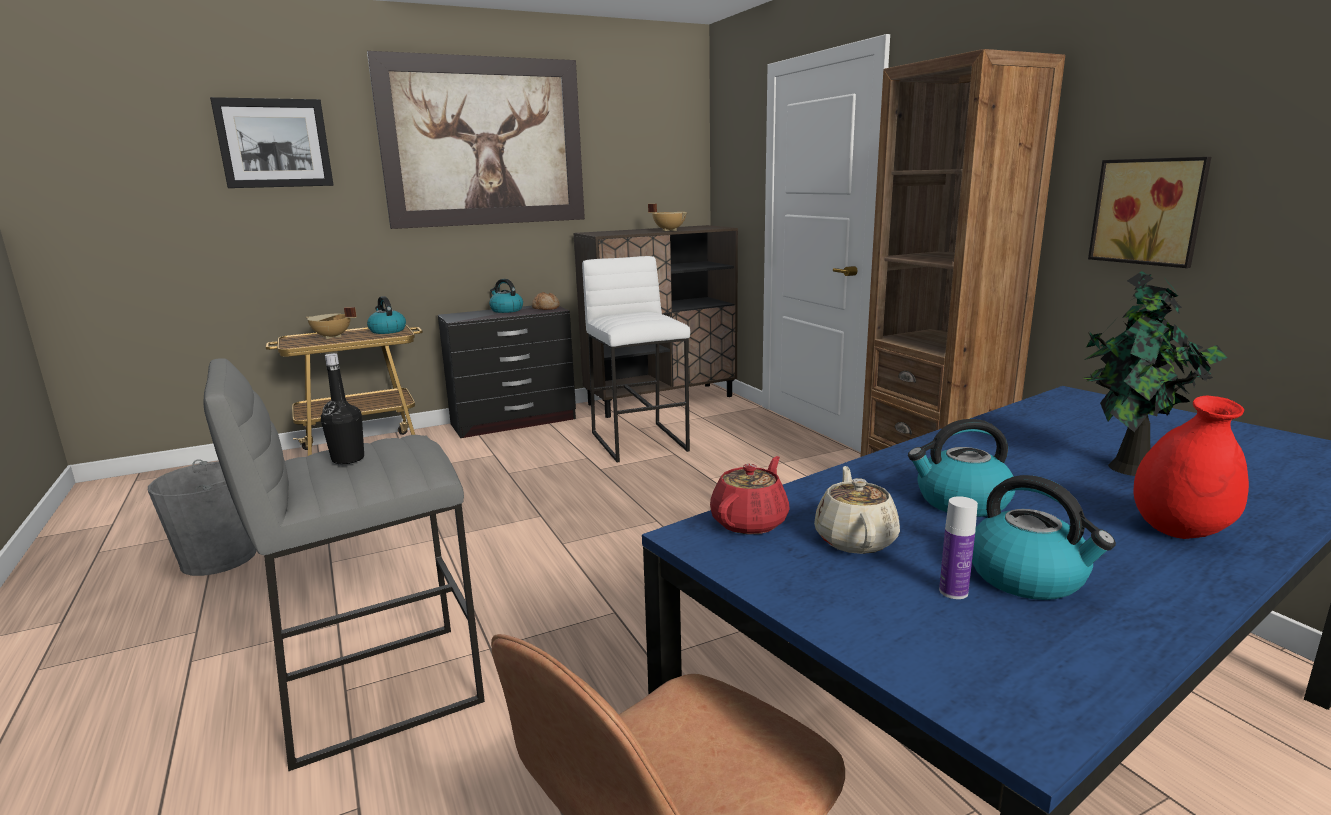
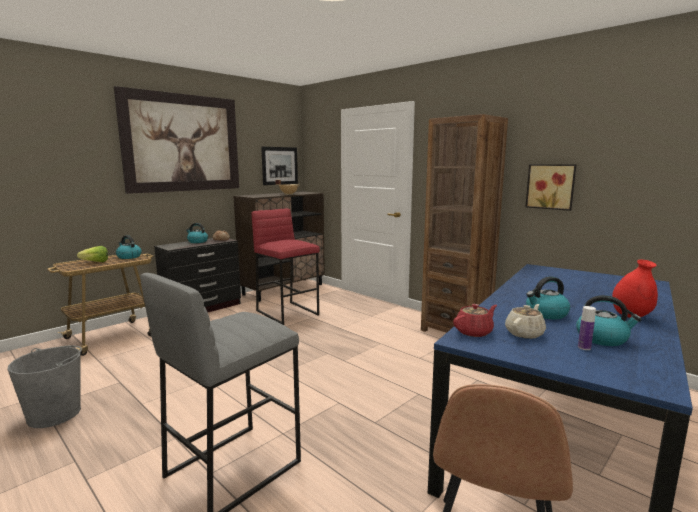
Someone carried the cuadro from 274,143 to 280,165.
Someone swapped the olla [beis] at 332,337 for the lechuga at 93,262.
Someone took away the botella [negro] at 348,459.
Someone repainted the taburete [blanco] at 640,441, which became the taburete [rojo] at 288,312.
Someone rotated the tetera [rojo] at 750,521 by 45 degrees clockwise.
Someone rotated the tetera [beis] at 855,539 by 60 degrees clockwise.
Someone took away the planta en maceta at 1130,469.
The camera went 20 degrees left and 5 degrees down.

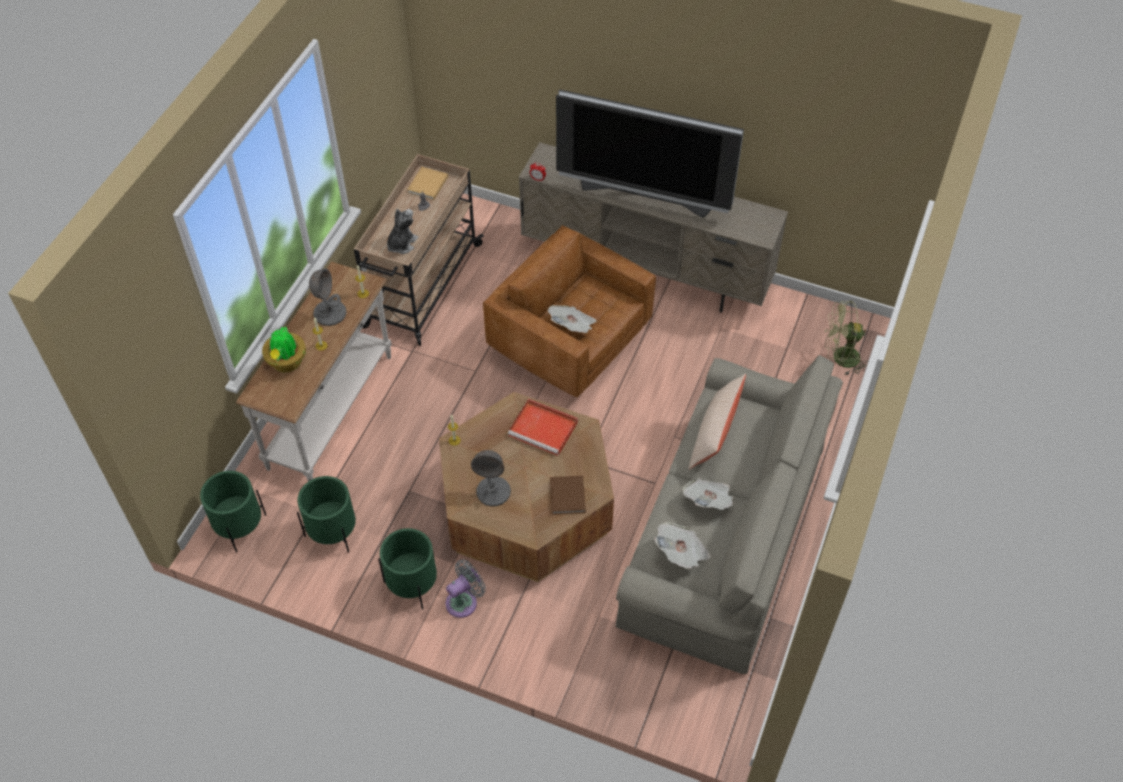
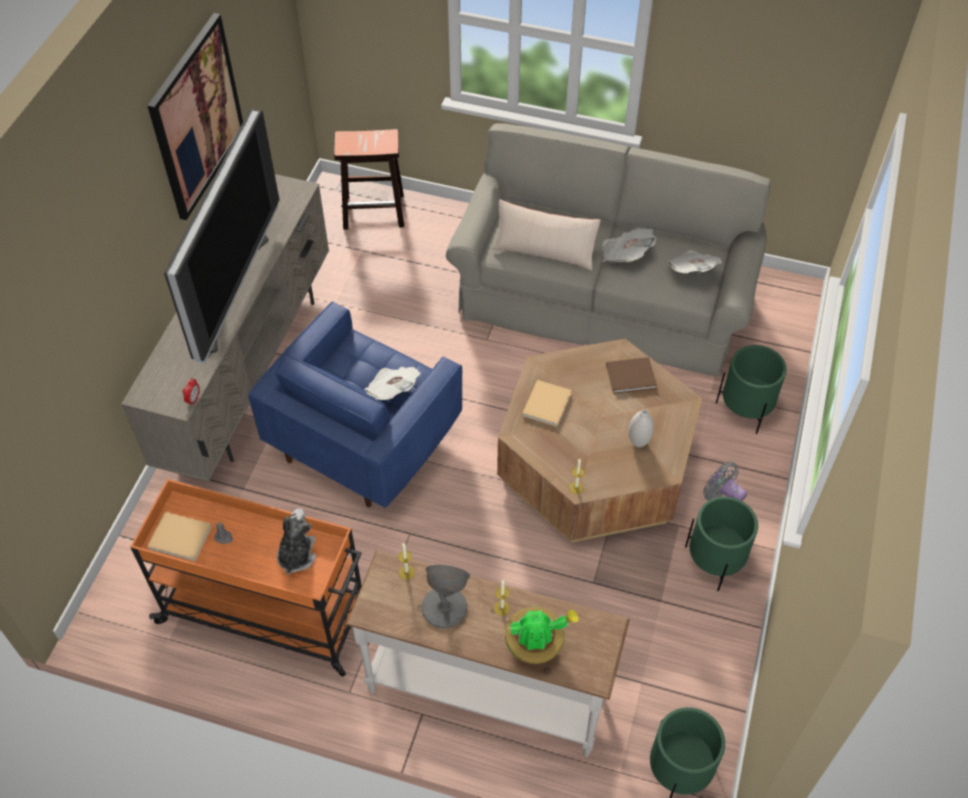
Someone carried the maceta [verde] from 333,533 to 745,409.
Someone repainted the carrito [beis] at 422,286, which became the carrito [naranja] at 268,612.
Someone rotated the peluche at 401,244 by 75 degrees clockwise.
Someone swapped the lámpara de mesa [gris] at 493,491 for the florero [blanco] at 638,442.
Someone repainted the sillón [marrón] at 569,344, which became the sillón [azul] at 363,439.
Someone swapped the bandeja [rojo] at 544,429 for the libro [beis] at 547,403.
Someone swapped the ventilador [verde] at 840,358 for the taburete [marrón] at 375,211.
Someone put up the cuadro at 196,117.
The camera went 95 degrees left and 0 degrees up.

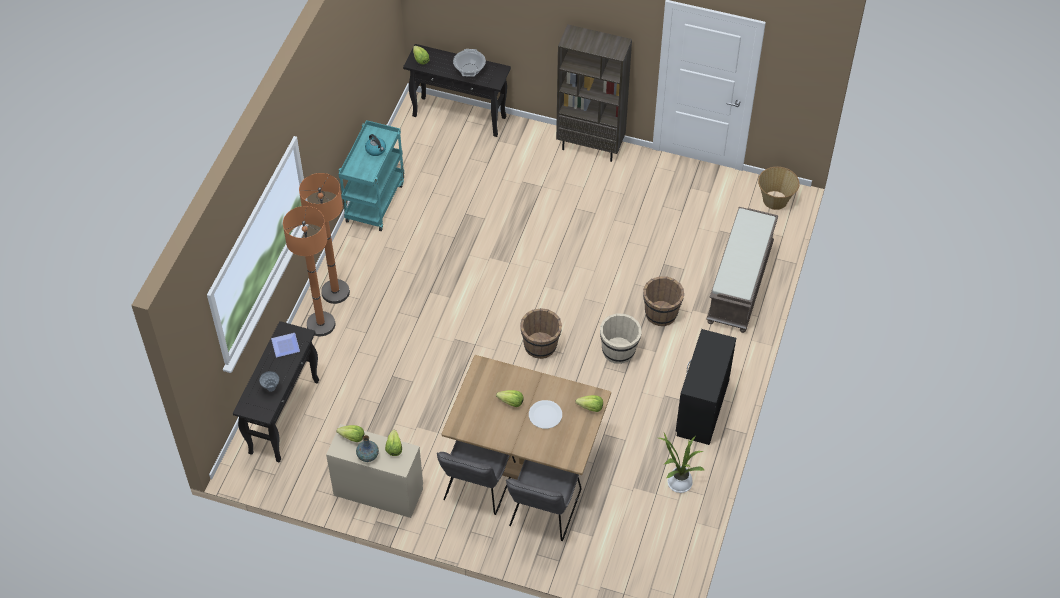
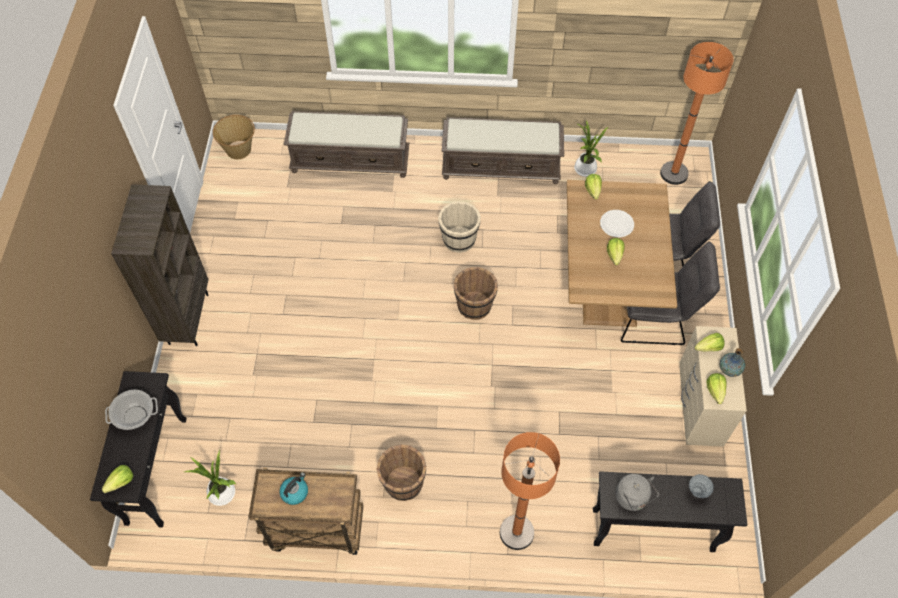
Someone swapped the plato at 284,345 for the hervidor [gris] at 633,498.
Someone carried the lámpara de pie [naranja] from 335,292 to 674,173.
Someone repainted the carrito [turquesa] at 374,201, which became the carrito [marrón] at 315,530.
Someone carried the cubo [marrón] from 661,313 to 403,483.
Someone swapped the cómoda [negro] at 701,408 for the banco [marrón] at 501,167.
Someone put down the planta en maceta at 222,495.
The camera went 105 degrees left and 5 degrees up.

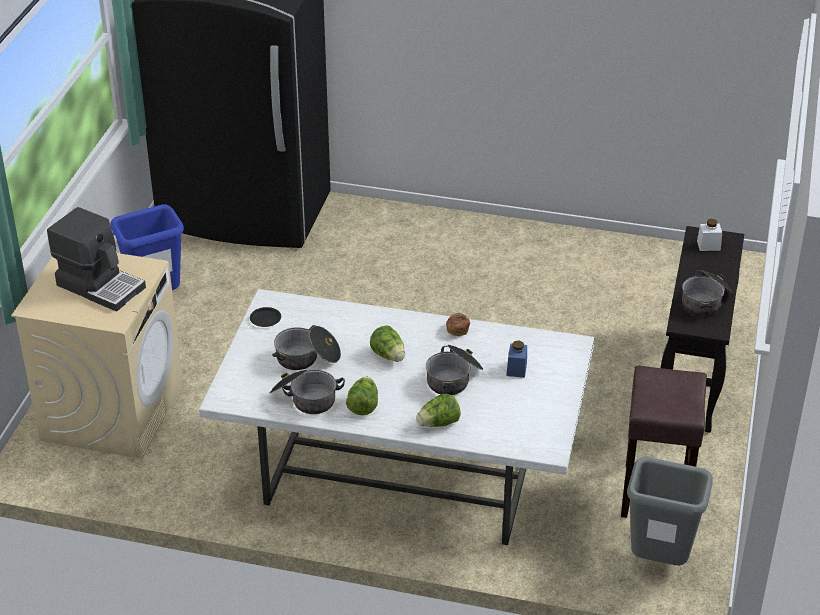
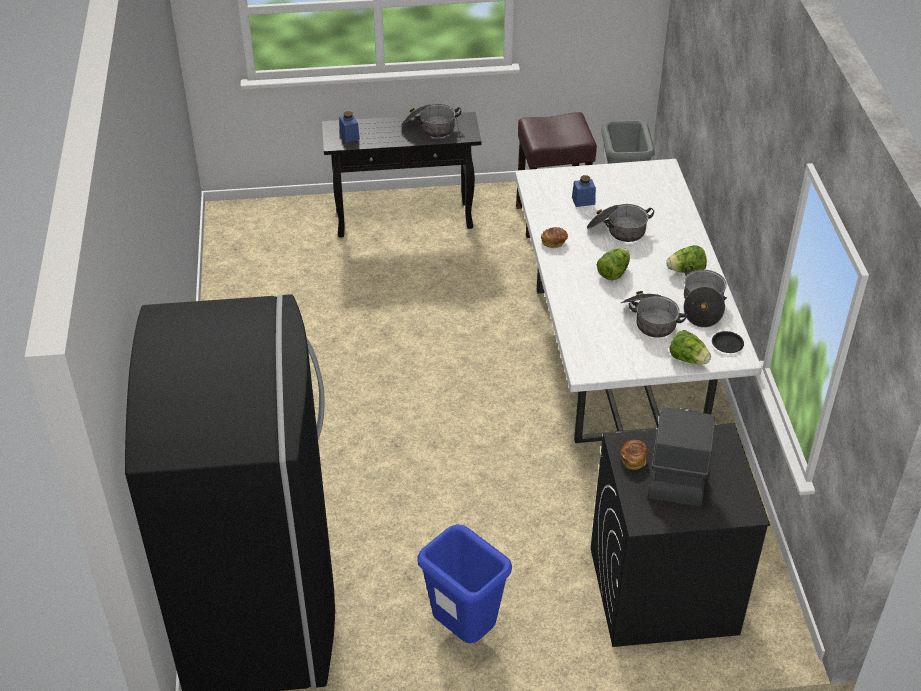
Someone repainted the lavadora [beis] at 112,411, which became the lavadora [negro] at 662,591.
Someone carried the plato [negro] from 265,319 to 727,344.
Someone carried the lechuga from 438,423 to 688,359.
Someone repainted the tarro [blanco] at 708,245, which became the tarro [azul] at 349,136.
Someone put down the pan at 633,459.
The camera went 110 degrees left and 5 degrees up.

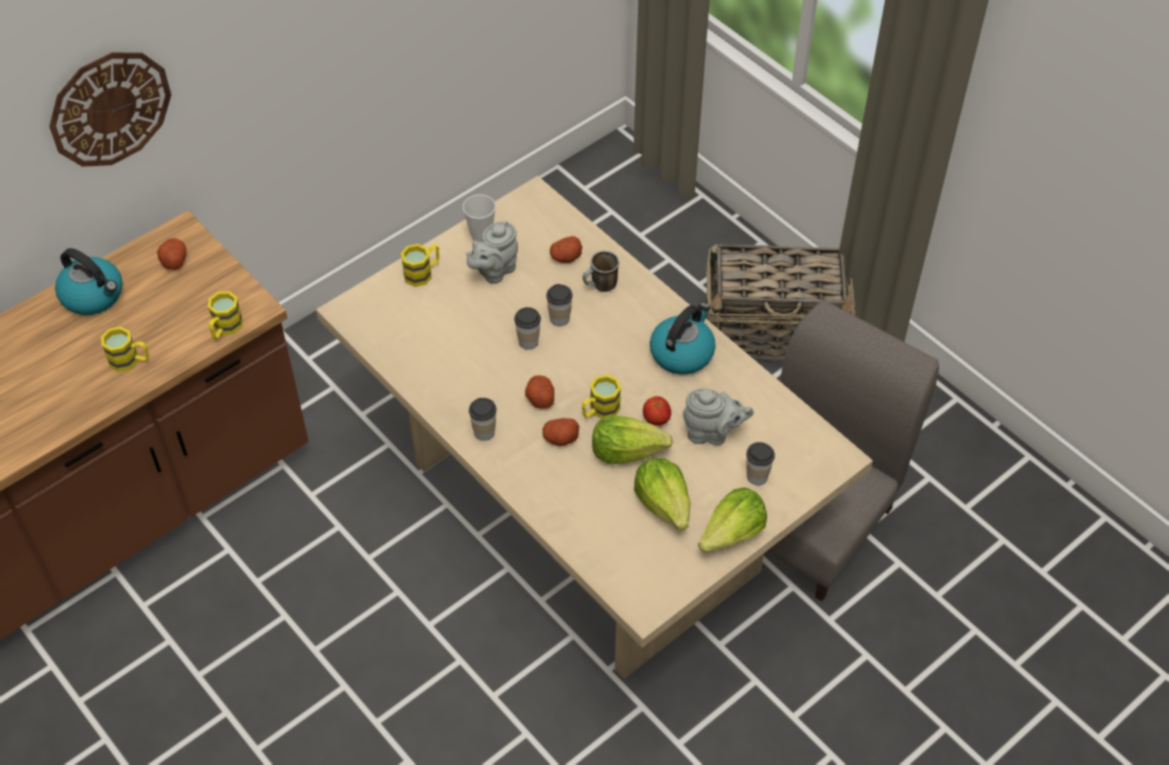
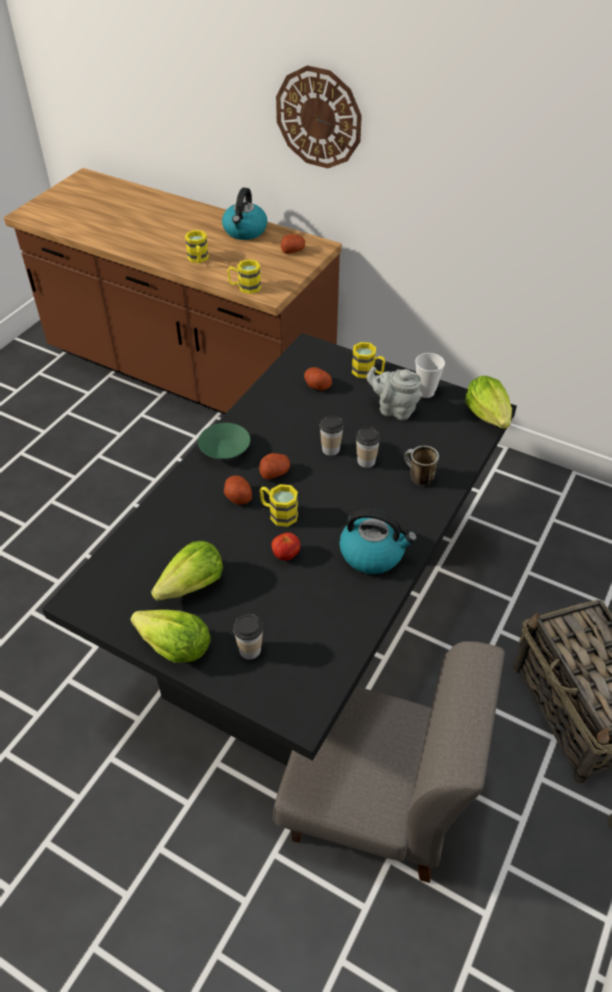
Someone repainted the mesa de comedor [beis] at 581,516, which became the mesa de comedor [negro] at 305,621.
Someone swapped the taza at 484,432 for the cuenco [verde] at 225,449.
Someone carried the patata from 566,257 to 316,385.
Someone carried the lechuga from 627,450 to 488,415.
Someone took away the tetera [gris] at 712,433.
The camera went 70 degrees right and 5 degrees down.

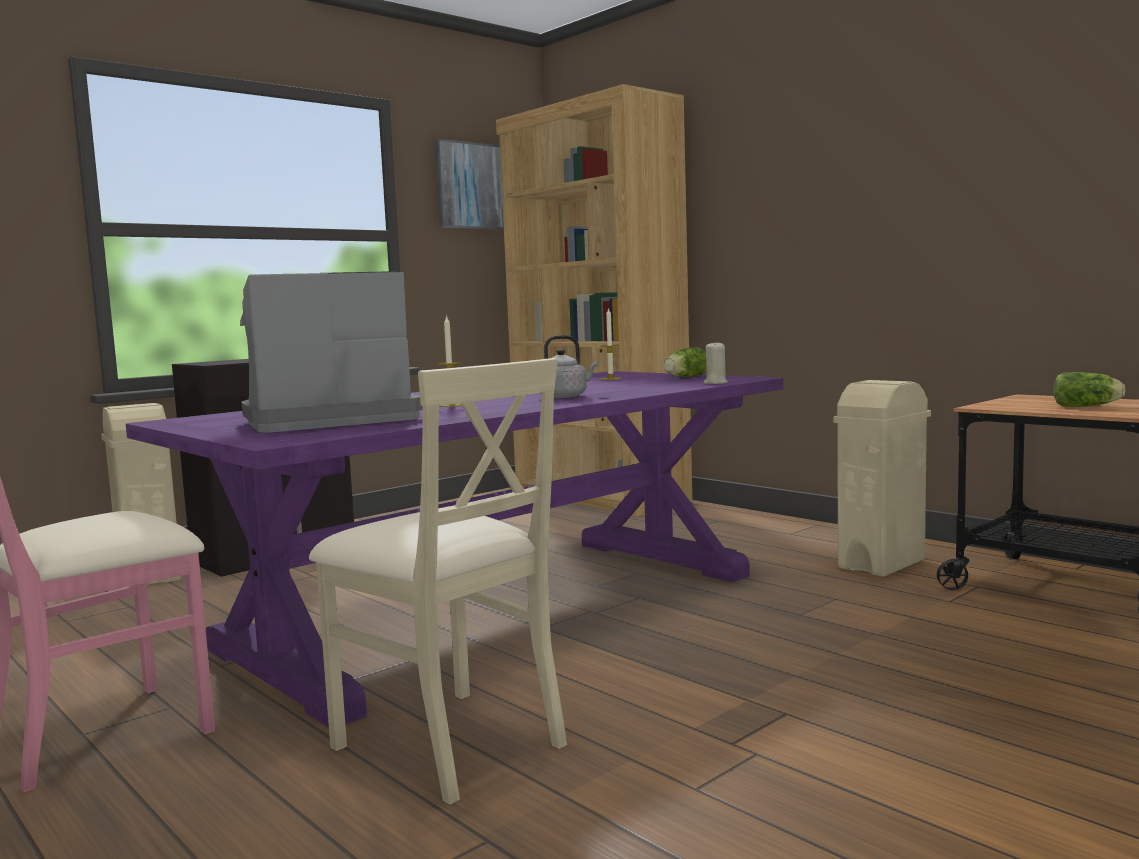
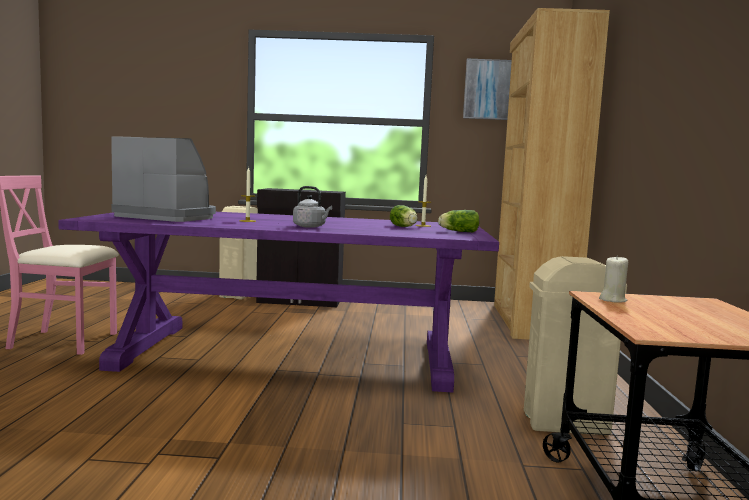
Someone took away the silla [beis] at 449,742.
Someone carried the vela [beis] from 715,383 to 612,300.
Someone carried the lechuga from 1088,406 to 404,227.
The camera went 45 degrees right and 0 degrees up.

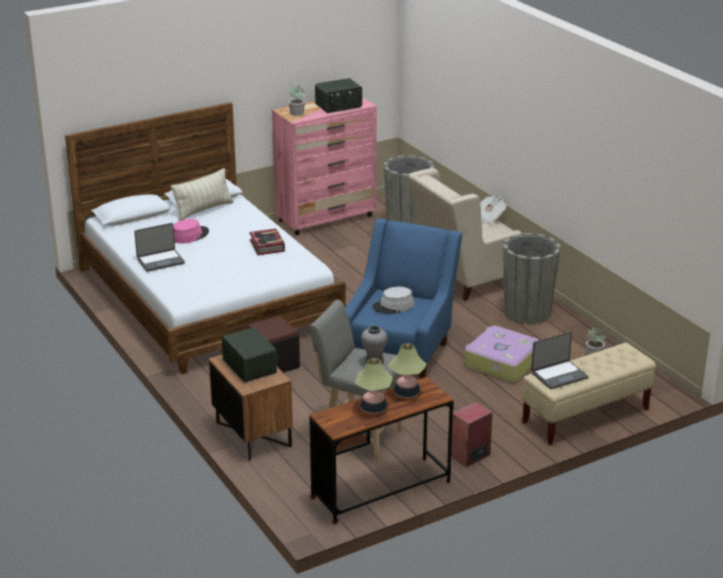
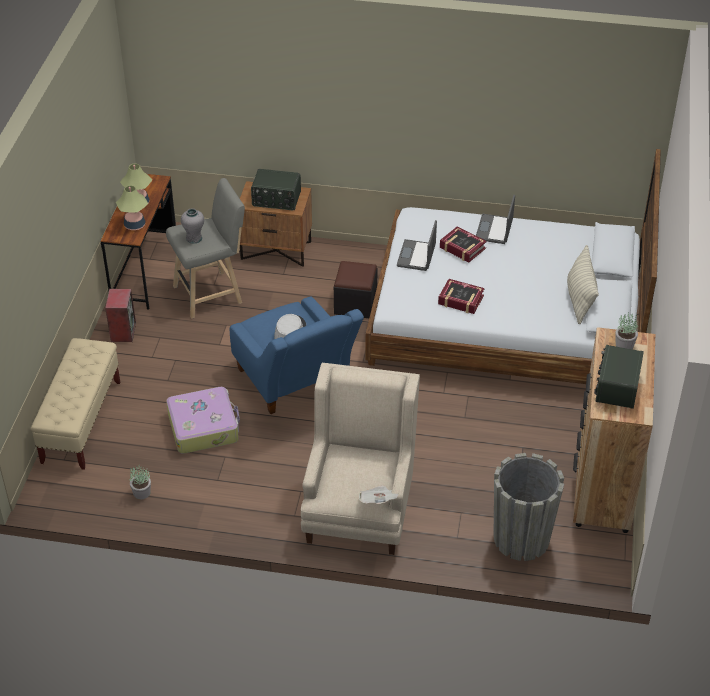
Someone took away the sombrero [rosa] at 190,235.
Someone repainted the cómoda [rosa] at 326,218, which became the cómoda [marrón] at 603,486.
Someone took away the maceta [gris] at 527,313.
Someone carried the portátil from 559,375 to 417,256.
Someone put down the libro at 462,248.
The camera went 130 degrees right and 15 degrees up.

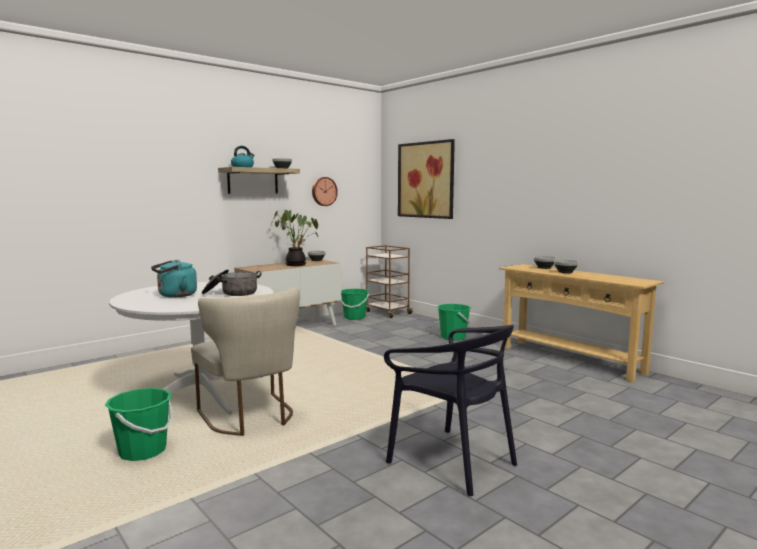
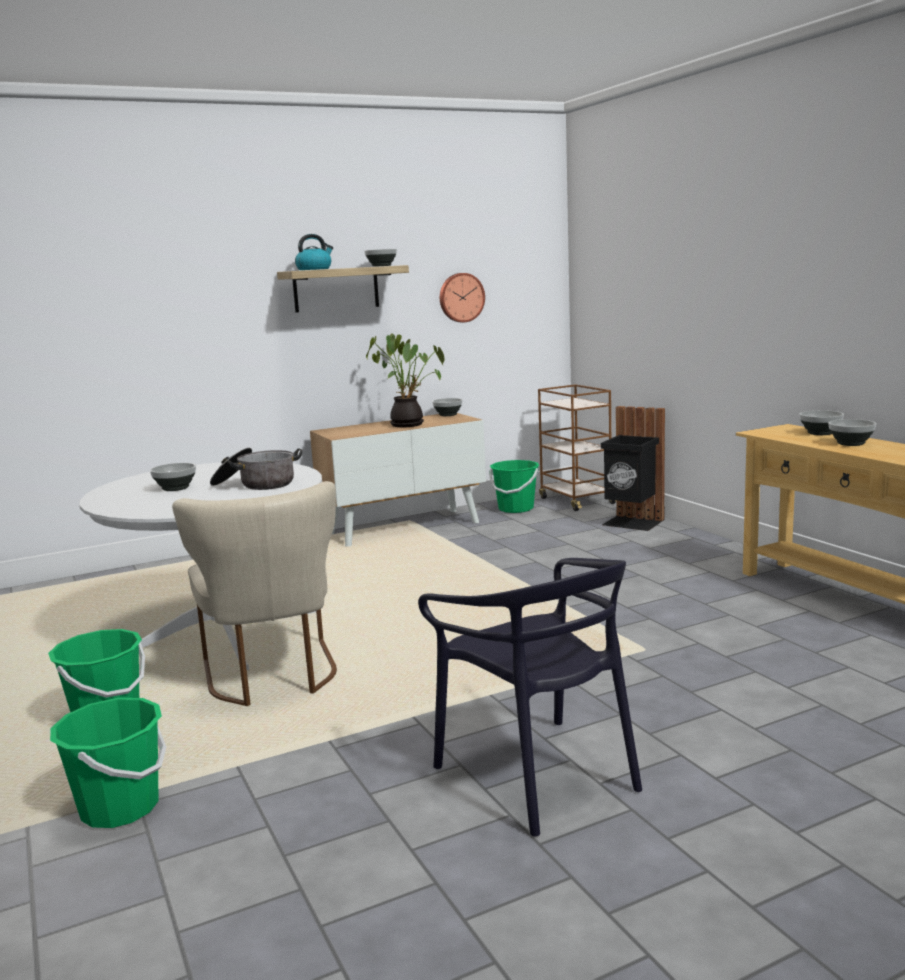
Someone swapped the hervidor [turquesa] at 175,295 for the cuenco at 175,488.
Someone took away the cuadro at 426,180.
Someone carried the cubo [verde] from 453,337 to 120,808.
Someone put down the papelera [negro] at 632,523.
The camera went 15 degrees right and 5 degrees up.

